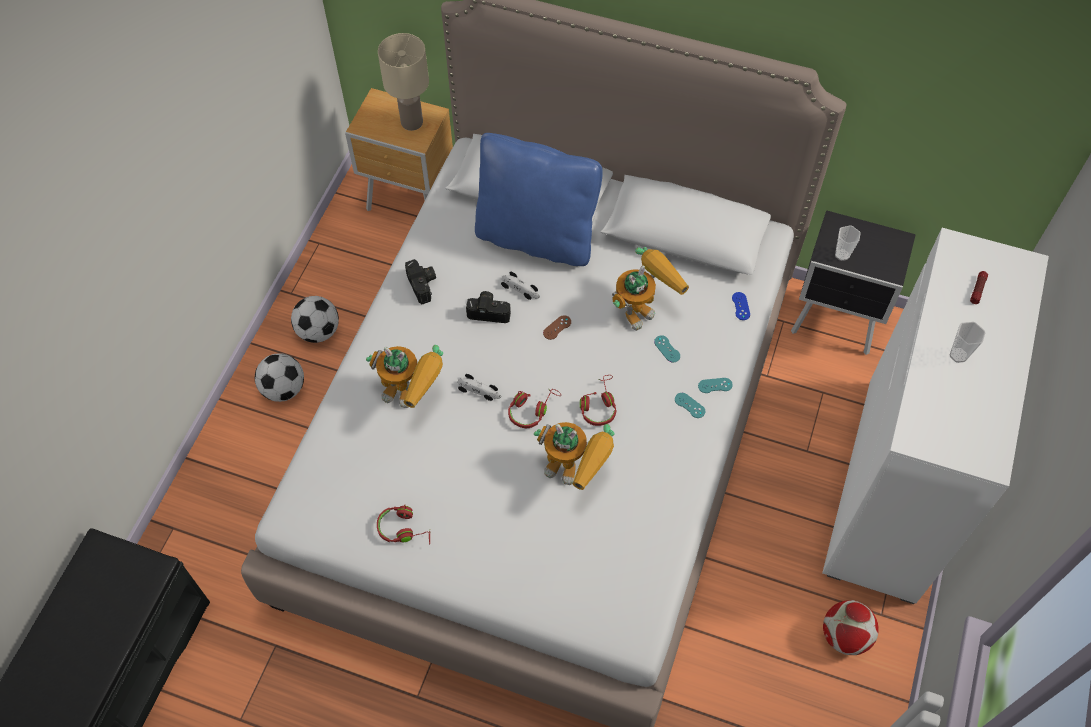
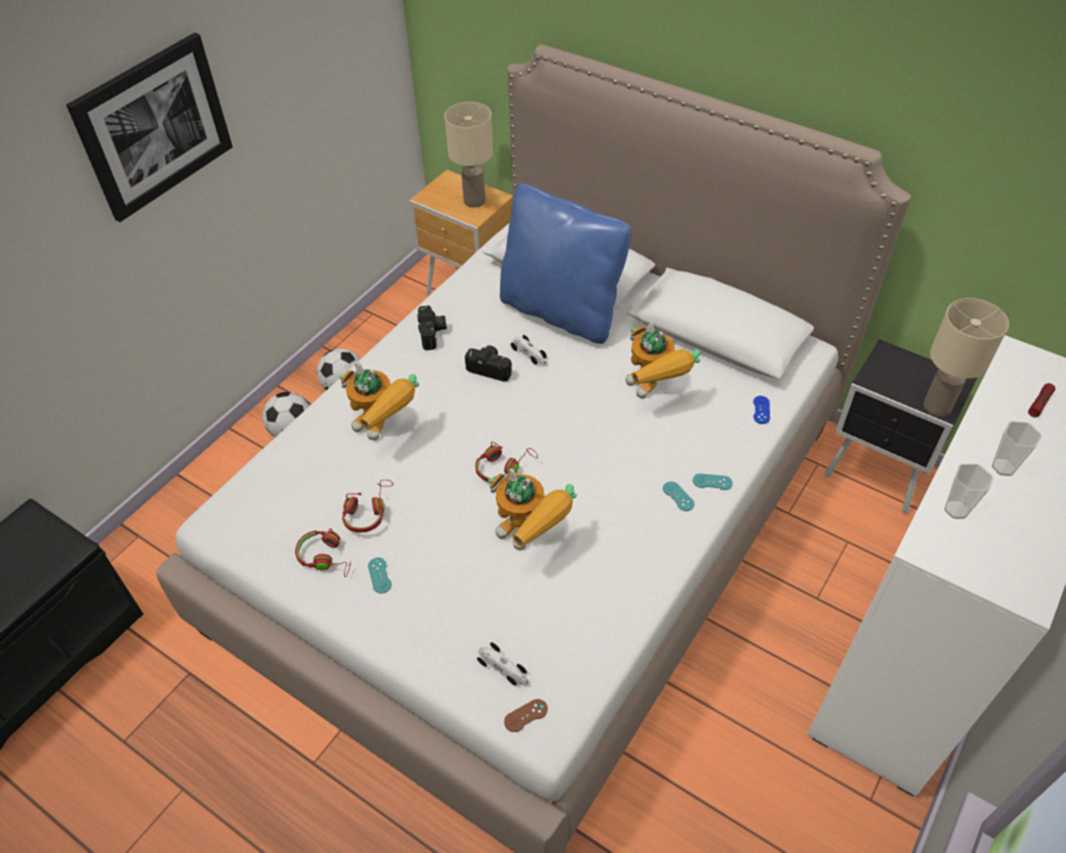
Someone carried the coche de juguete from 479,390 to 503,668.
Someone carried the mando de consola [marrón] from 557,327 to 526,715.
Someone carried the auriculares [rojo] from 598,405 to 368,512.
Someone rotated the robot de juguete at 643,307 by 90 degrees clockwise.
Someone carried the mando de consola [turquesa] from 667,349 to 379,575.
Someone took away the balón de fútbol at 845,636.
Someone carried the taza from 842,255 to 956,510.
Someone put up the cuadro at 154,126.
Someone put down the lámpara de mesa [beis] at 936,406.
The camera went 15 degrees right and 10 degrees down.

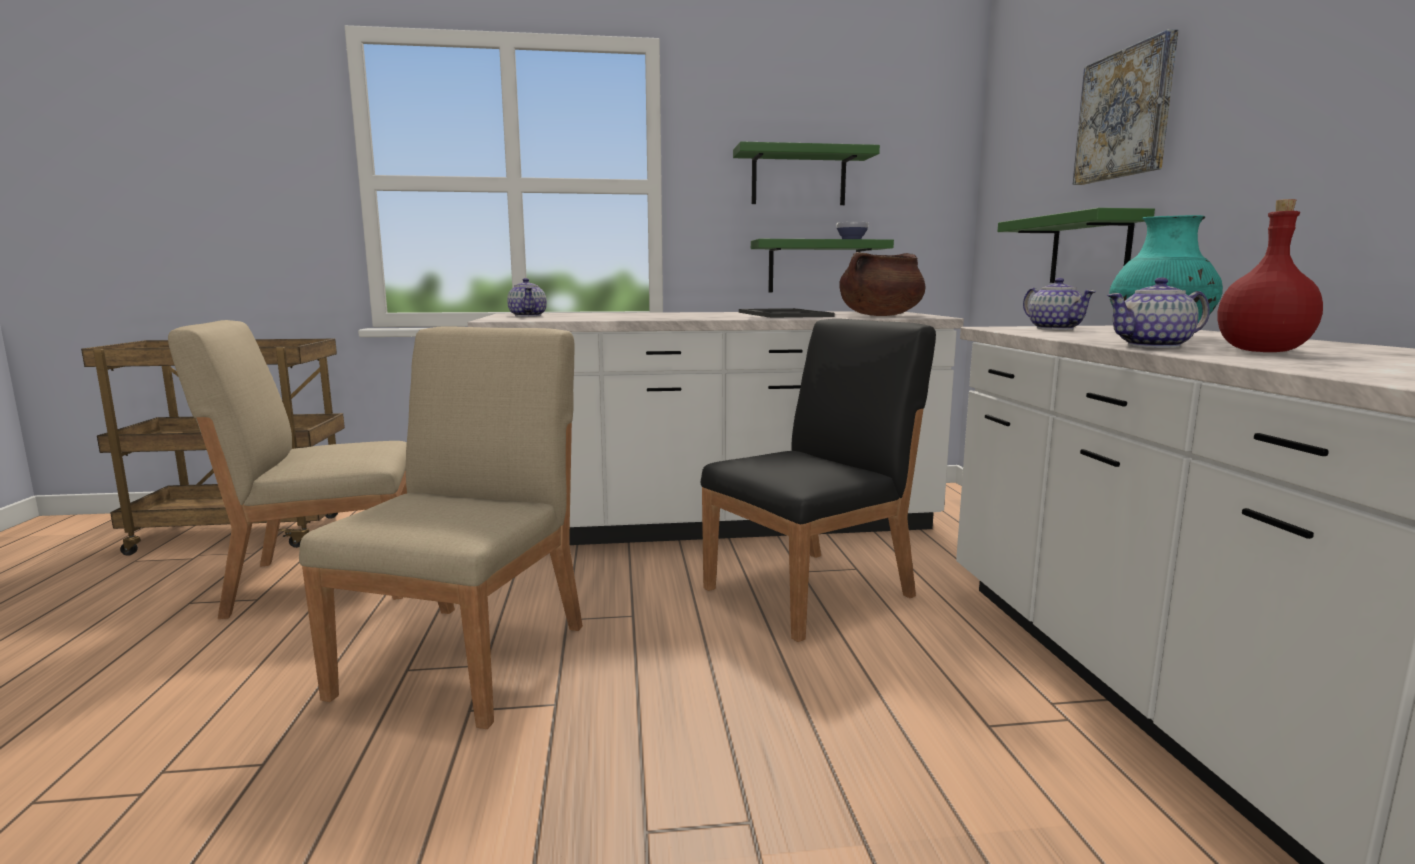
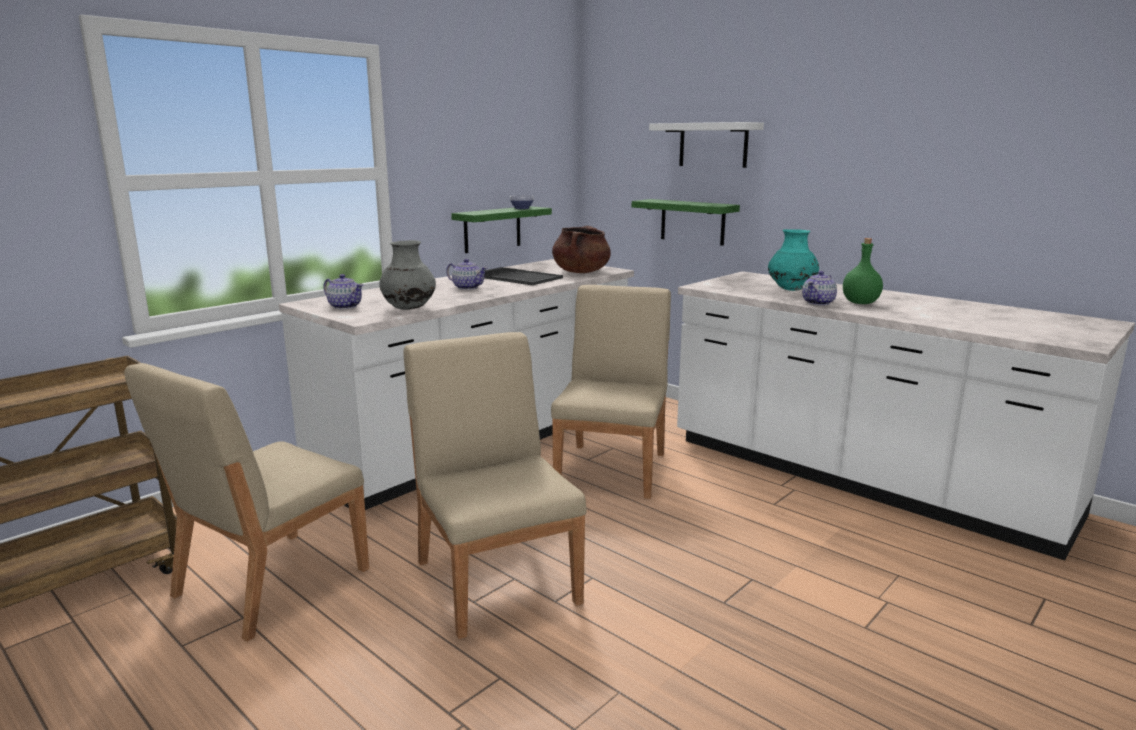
Someone repainted the silla [negro] at 811,591, which became the silla [beis] at 612,469.
Someone took away the estante [verde] at 798,178.
Someone carried the tetera from 1054,328 to 467,287.
Someone swapped the cuadro at 1125,114 for the estante [blanco] at 713,145.
Someone repainted the botella [rojo] at 1261,351, which became the botella [verde] at 860,303.
Someone put down the florero [gris] at 409,309.
The camera went 40 degrees left and 5 degrees up.

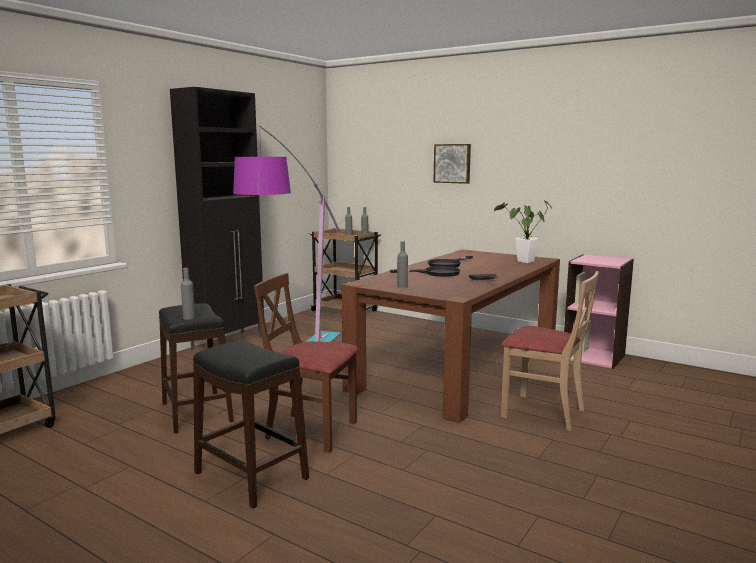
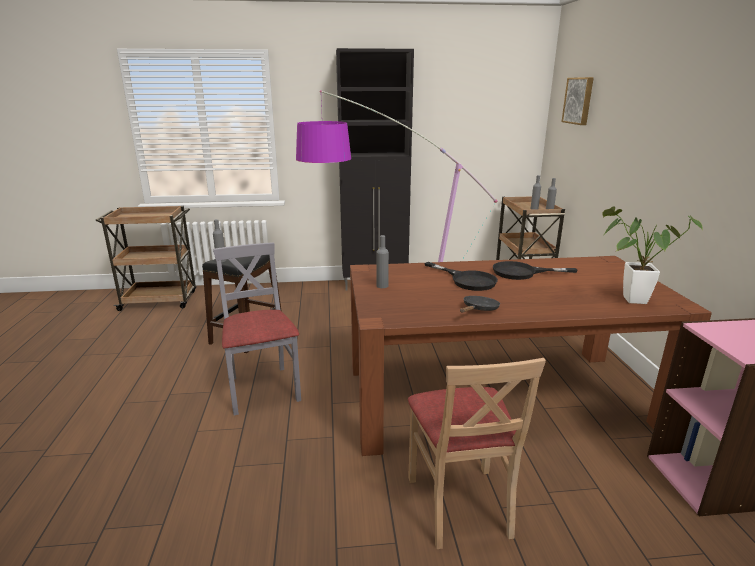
Someone took away the taburete [negro] at 251,476.
Someone repainted the silla [marrón] at 311,431, which became the silla [gris] at 263,389.
Someone carried the cuadro from 452,163 to 579,100.
The camera went 50 degrees right and 10 degrees up.

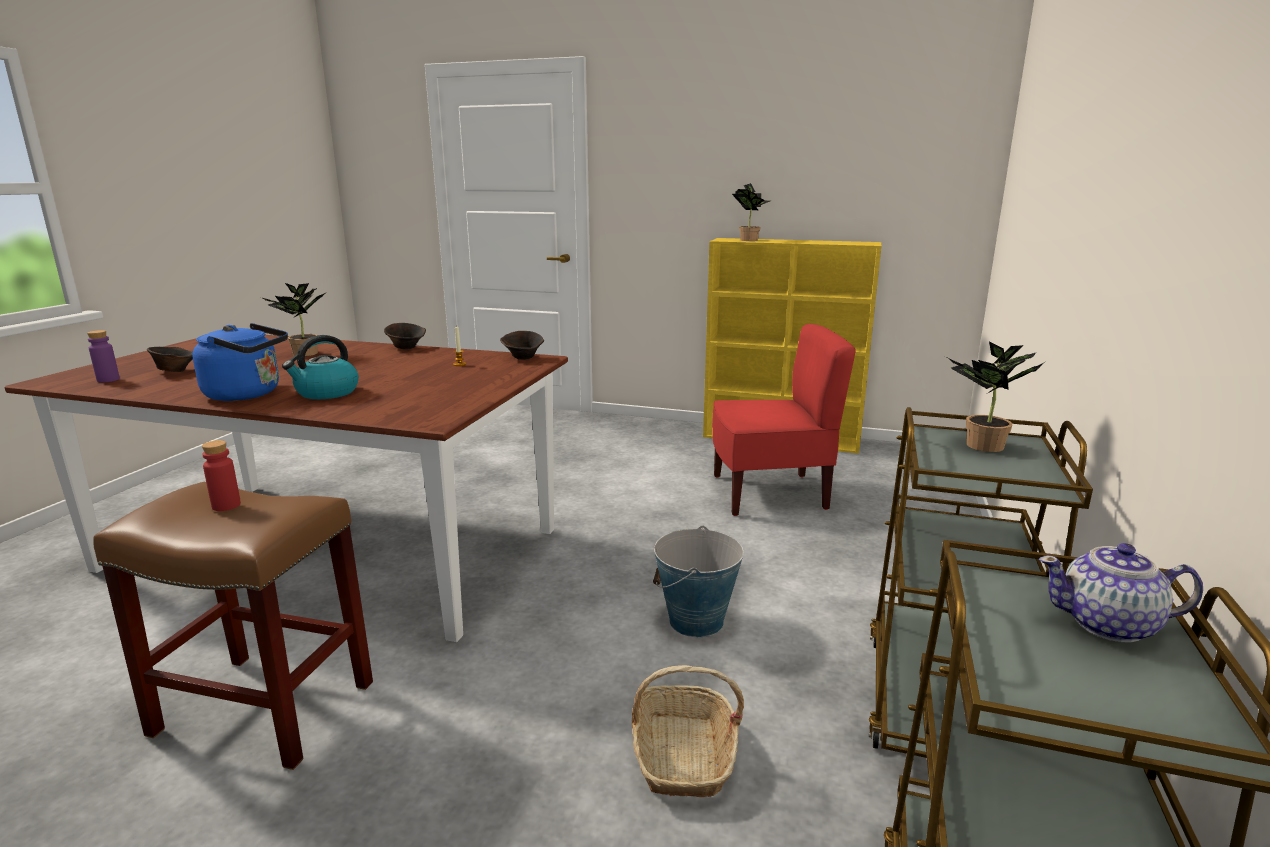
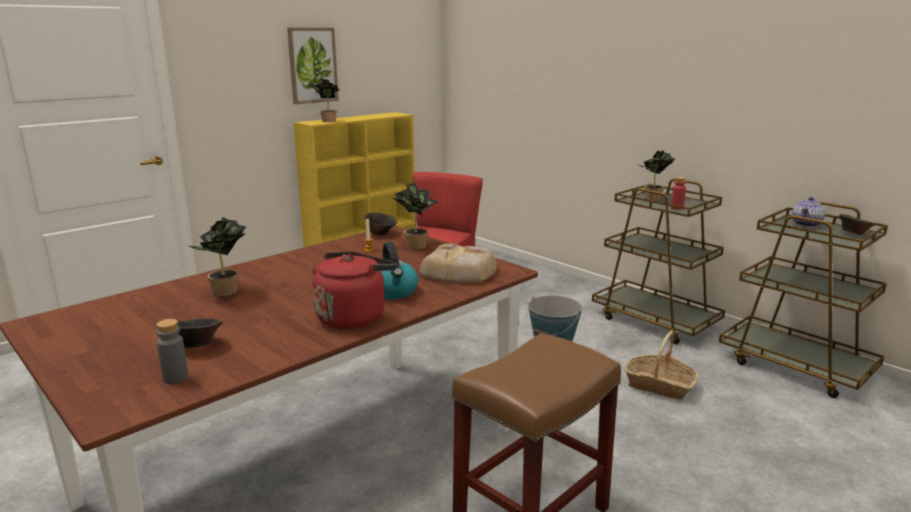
Someone repainted the botella [morado] at 108,380, which became the botella [gris] at 175,378.
Someone repainted the hervidor [azul] at 248,394, which became the hervidor [rojo] at 353,317.
Someone carried the botella [rojo] from 226,505 to 677,208.
Someone carried the cuenco [marrón] from 407,348 to 853,234.
Someone put up the cuadro at 312,65.
Someone put down the planta en maceta at 415,245.
Someone put down the pan at 460,272.
The camera went 60 degrees left and 0 degrees up.

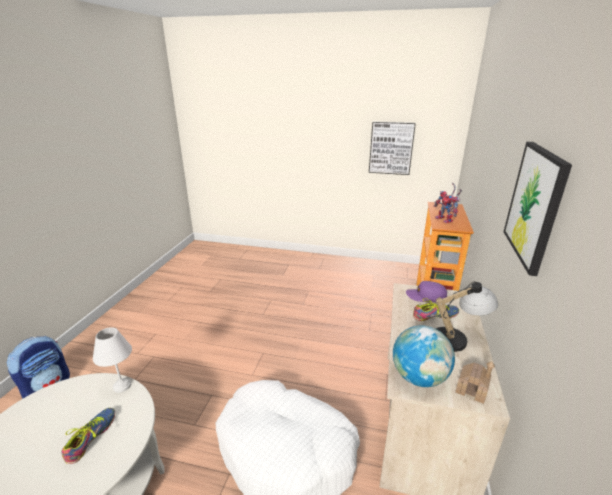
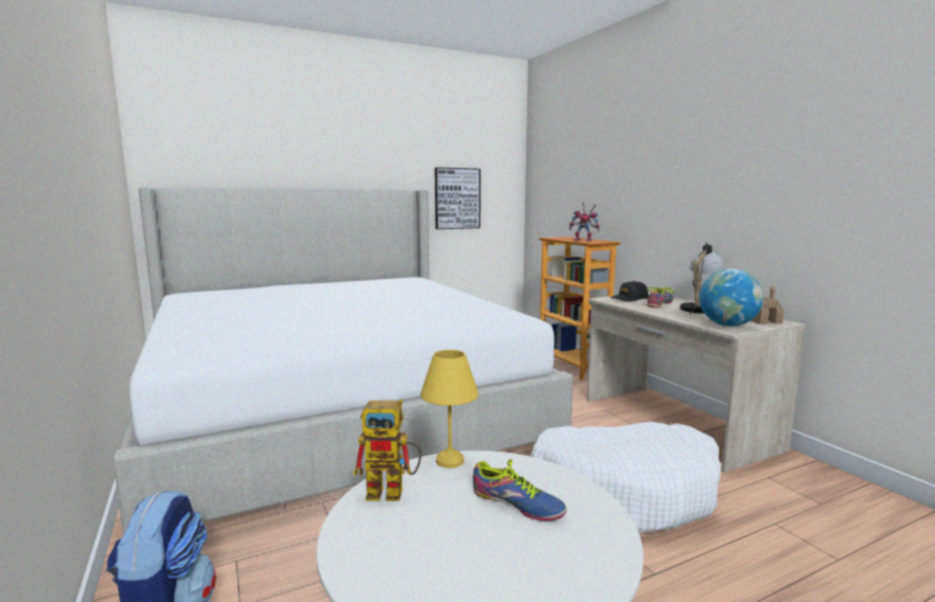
Someone rotated the zapato at 91,437 by 150 degrees clockwise.
Someone repainted the lámpara de mesa [blanco] at 121,386, which became the lámpara de mesa [amarillo] at 449,461.
Someone repainted the gorra [morado] at 426,296, which became the gorra [negro] at 629,298.
Someone took away the cuadro at 535,204.
Someone put down the cama at 336,411.
Someone put down the robot de juguete at 393,491.
The camera went 40 degrees left and 15 degrees down.

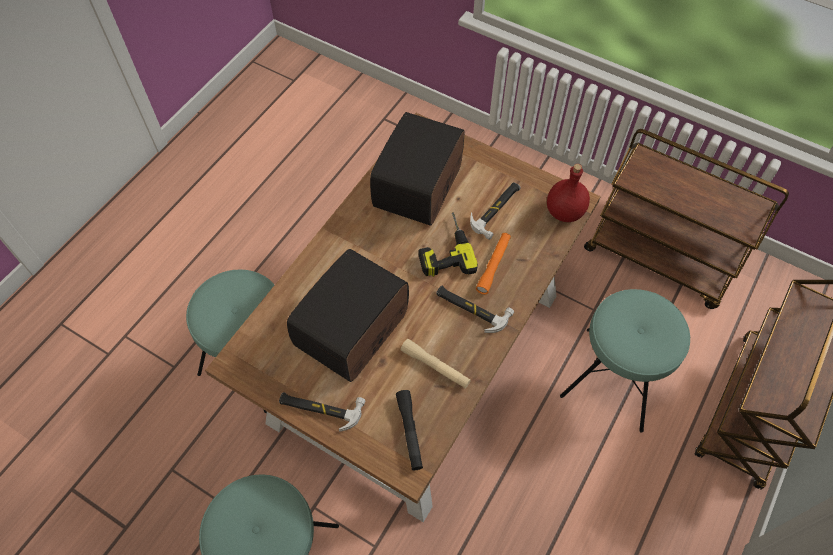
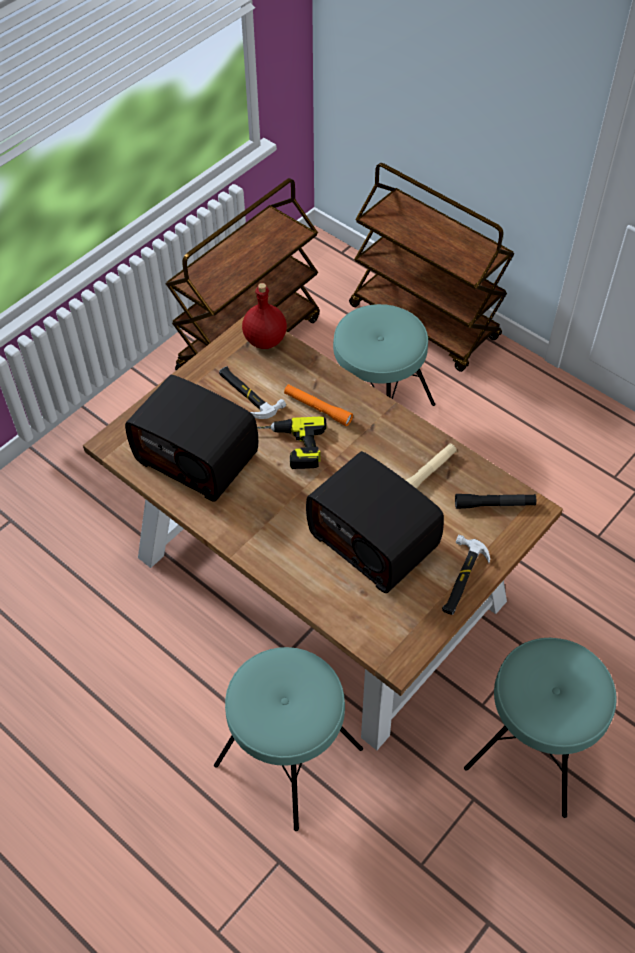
Someone took away the martillo at 471,308.
The camera went 80 degrees left and 5 degrees down.

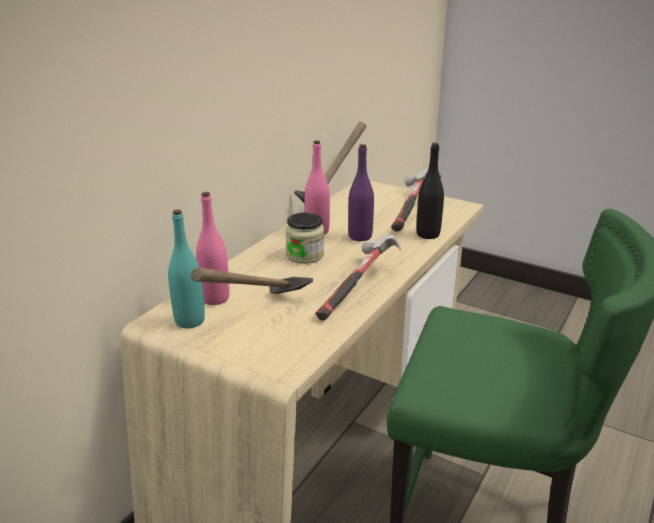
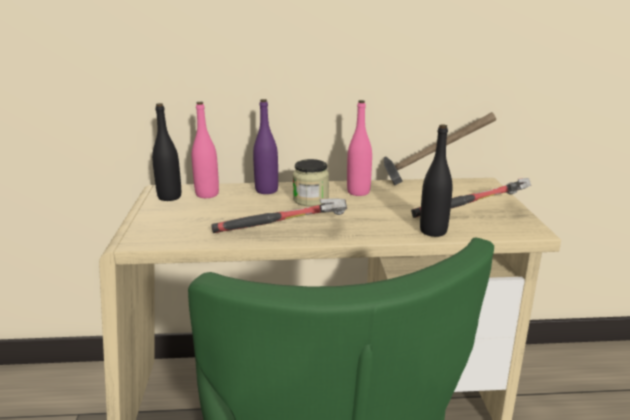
Someone repainted the botella [turquesa] at 190,321, which became the botella [negro] at 169,197.
Someone took away the martillo at 259,321.
Someone carried the botella [morado] from 360,236 to 266,190.
The camera went 55 degrees right and 5 degrees down.

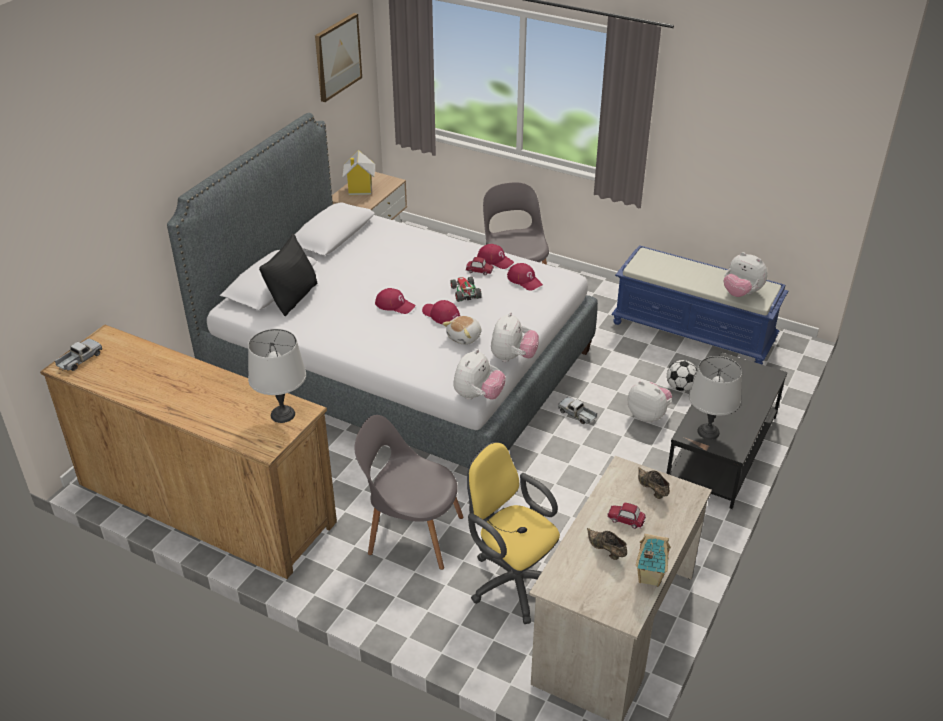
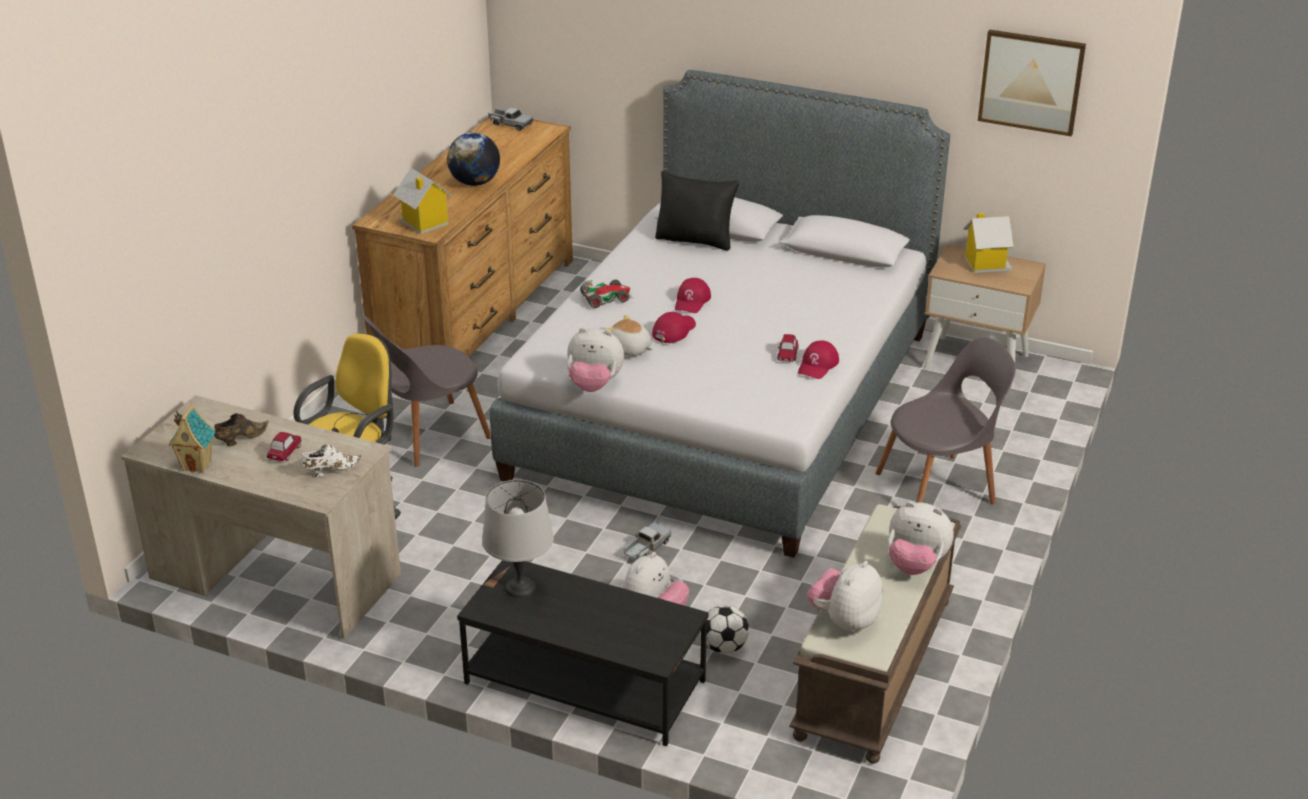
Someone swapped the lámpara de mesa [gris] at 283,414 for the casita at 424,223.
Someone rotated the silla [gris] at 411,533 by 135 degrees counterclockwise.
Someone carried the coche de juguete from 464,292 to 606,298.
Someone carried the peluche from 478,396 to 915,565.
Someone took away the gorra [rojo] at 524,280.
Someone repainted the banco [azul] at 694,331, which became the banco [marrón] at 875,669.
Someone repainted the zapato [marrón] at 652,489, which became the zapato [blanco] at 330,470.
Someone put down the globo terráqueo at 475,183.
The camera went 85 degrees right and 5 degrees down.

